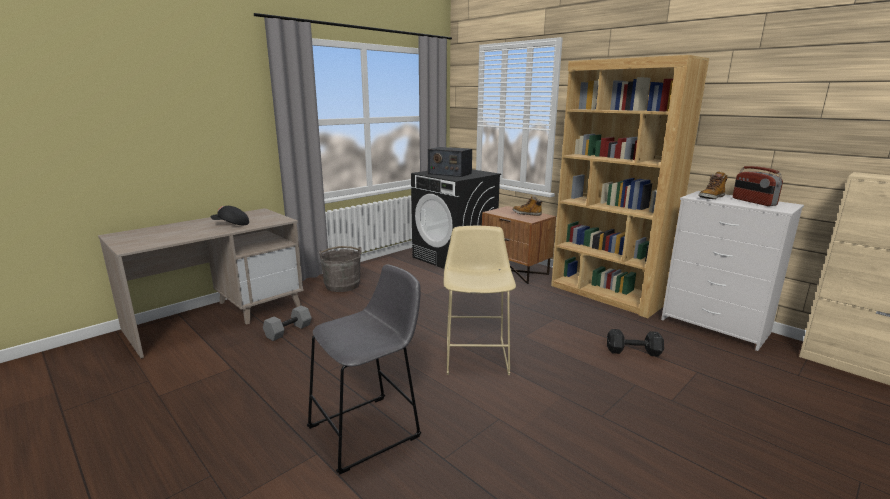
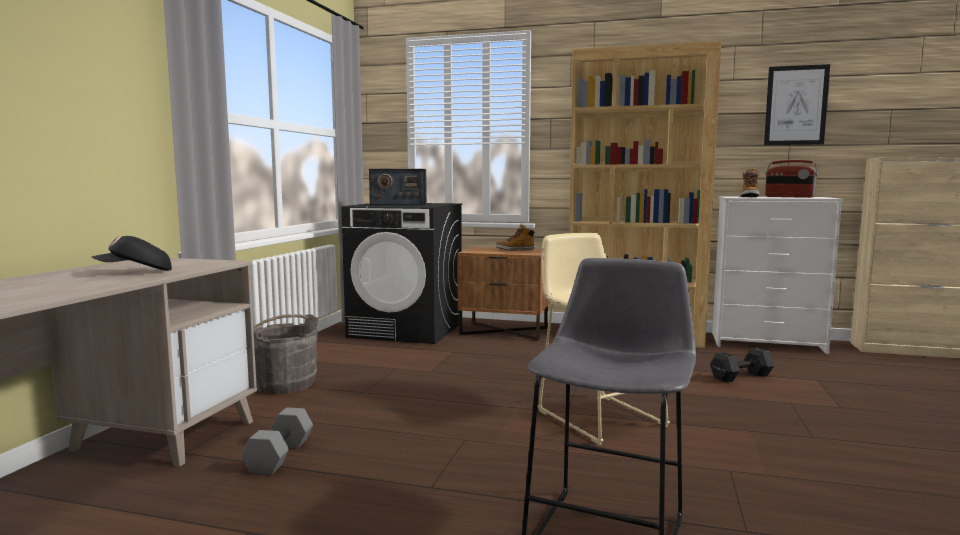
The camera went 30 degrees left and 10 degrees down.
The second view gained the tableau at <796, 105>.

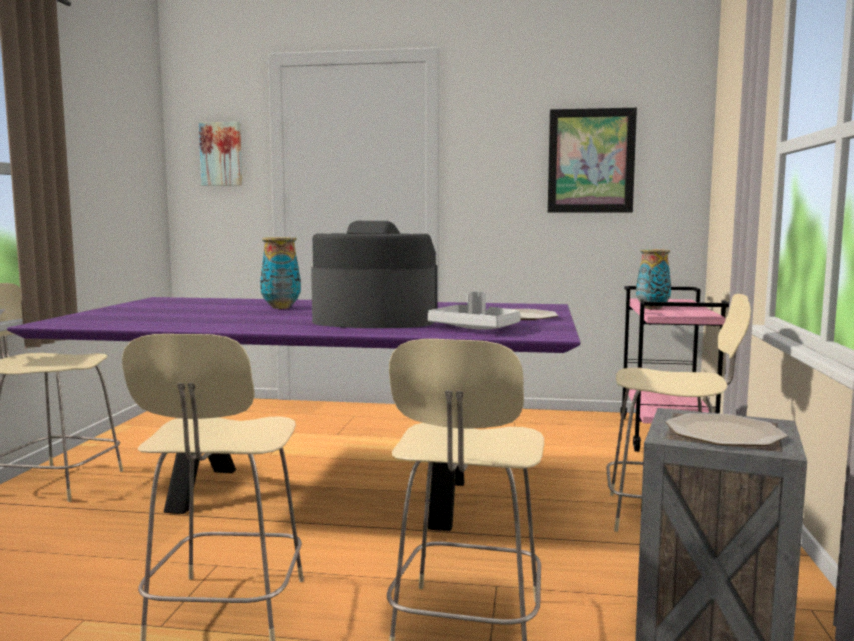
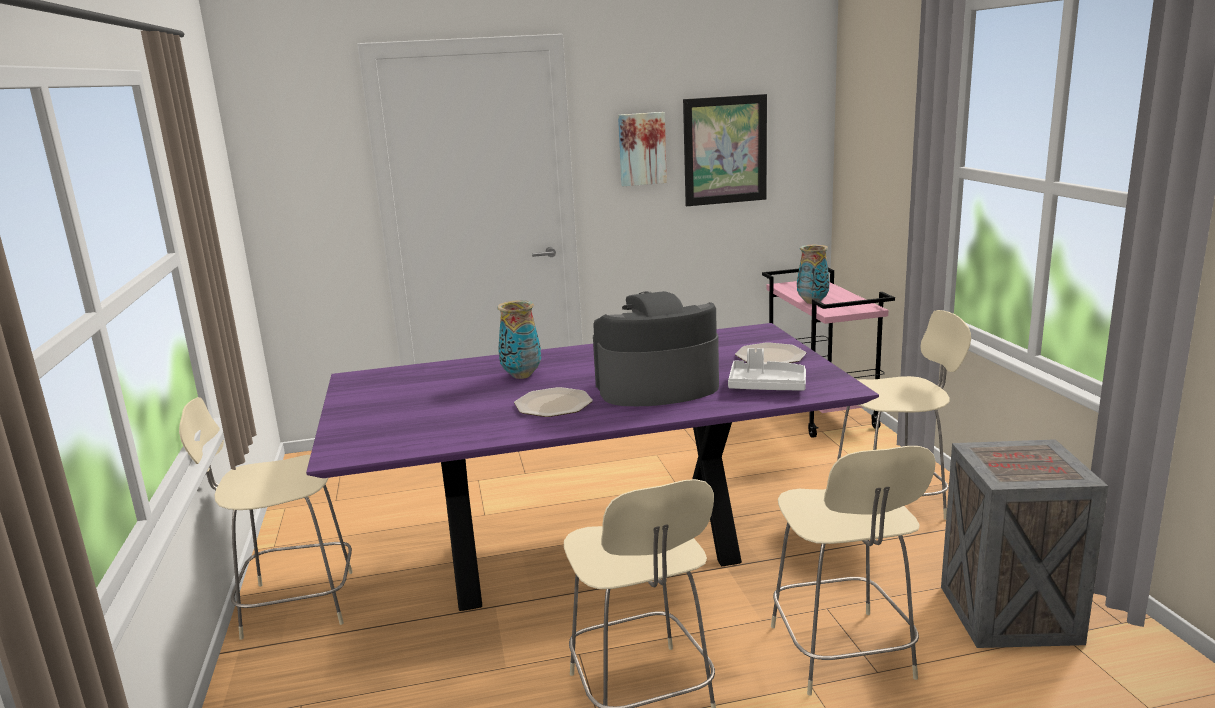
The camera went 20 degrees left and 10 degrees up.
The assiette ended up elsewhere, having gone from <725, 433> to <554, 404>.
The tableau ended up elsewhere, having gone from <221, 154> to <641, 149>.

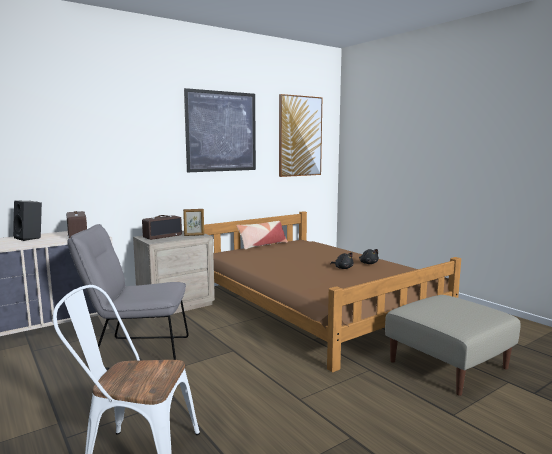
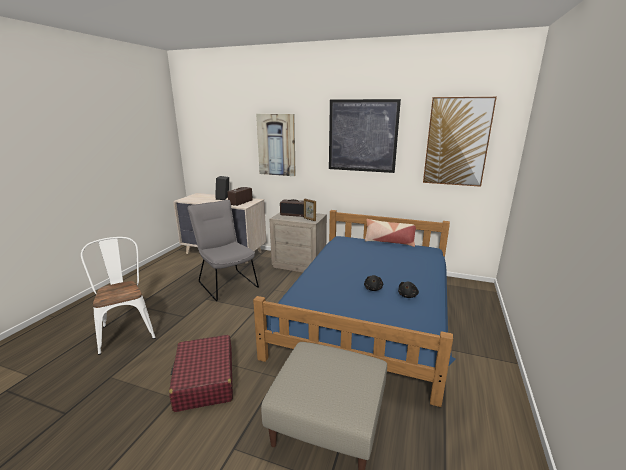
The camera went 55 degrees right and 10 degrees up.
The second view gained the valise (rouge) at <204, 380>.
What was the lit (marron) at <314, 305> turned into the lit (bleu) at <368, 310>.
The second view gained the tableau at <276, 145>.

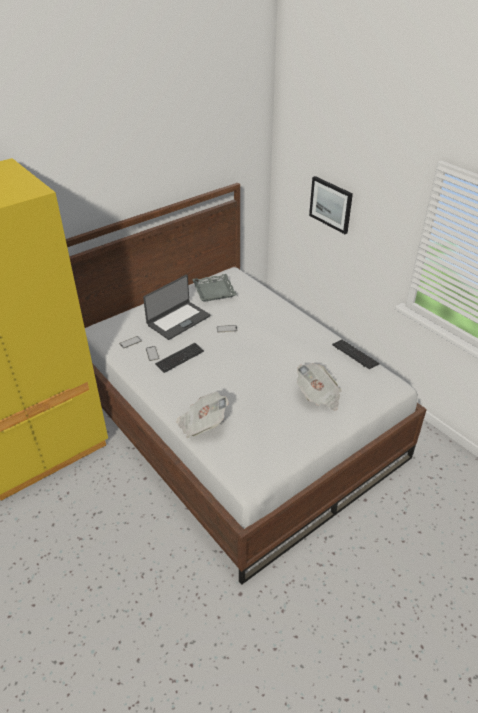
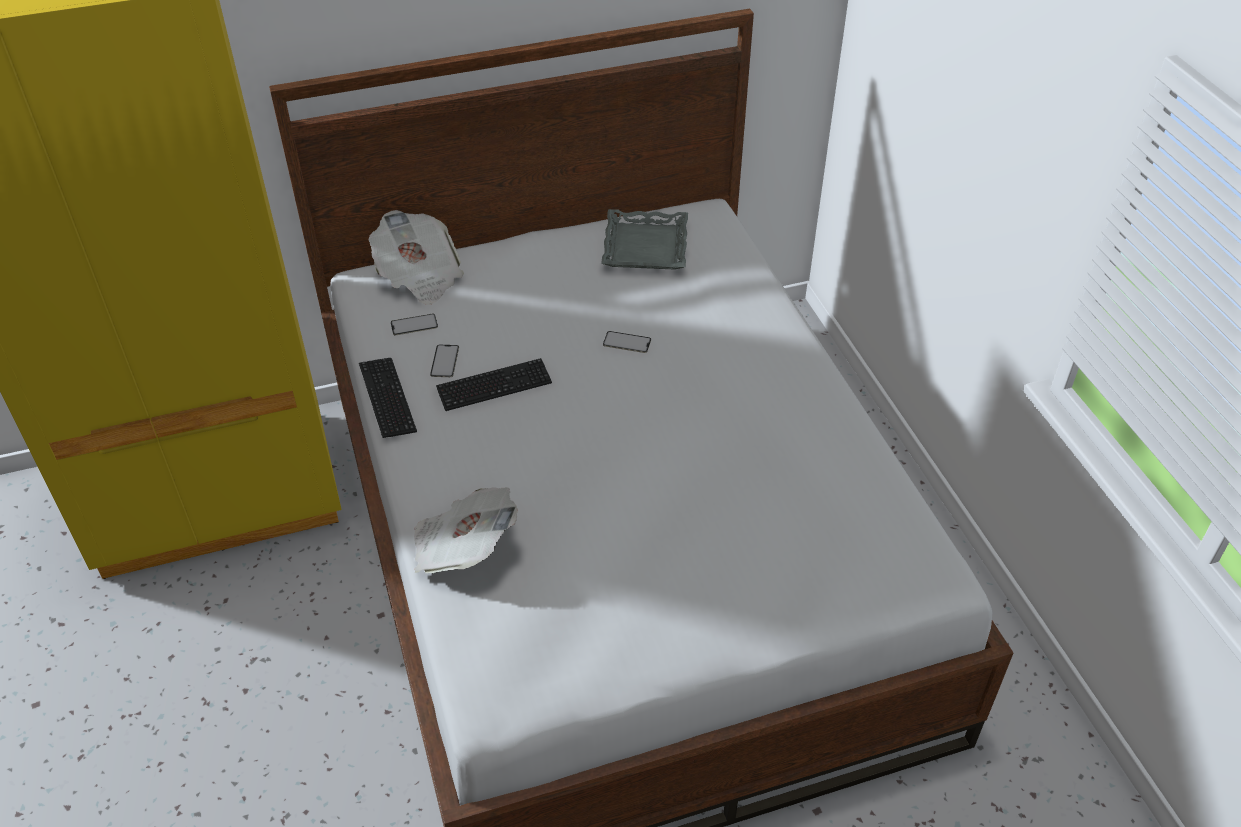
The camera went 20 degrees right and 5 degrees up.
The clavier ended up elsewhere, having gone from <355, 355> to <387, 399>.
The journal ended up elsewhere, having gone from <318, 396> to <419, 276>.
The second view lost the ordinateur portable at <178, 320>.
The second view lost the tableau at <331, 204>.

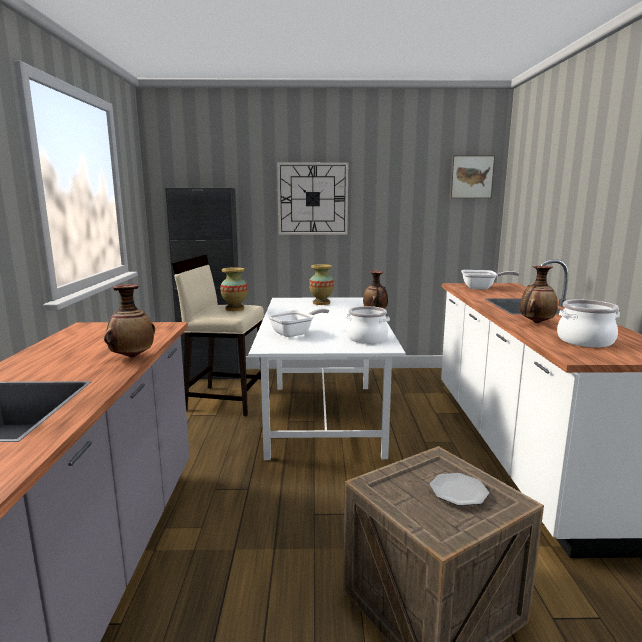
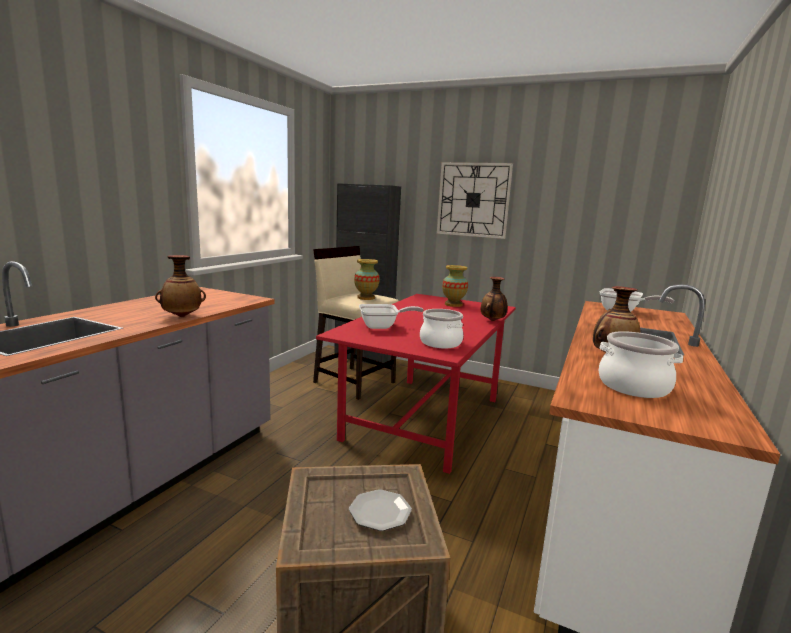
The camera went 25 degrees right and 0 degrees up.
What was the table à manger (blanc) at <325, 418> turned into the table à manger (rouge) at <425, 419>.
The second view lost the tableau at <471, 177>.

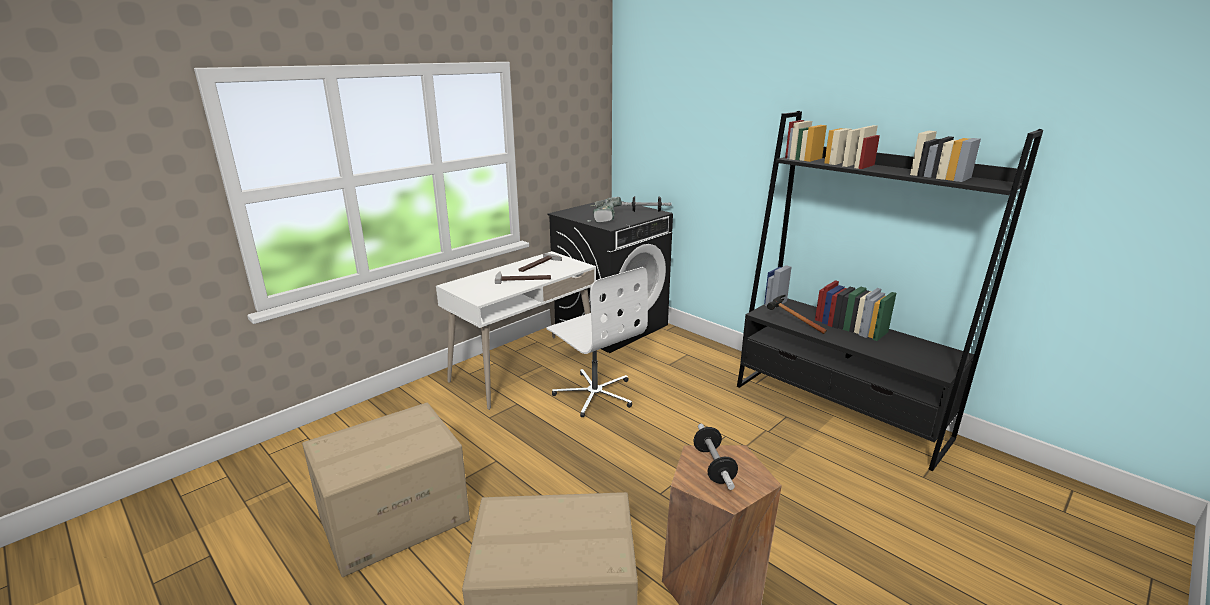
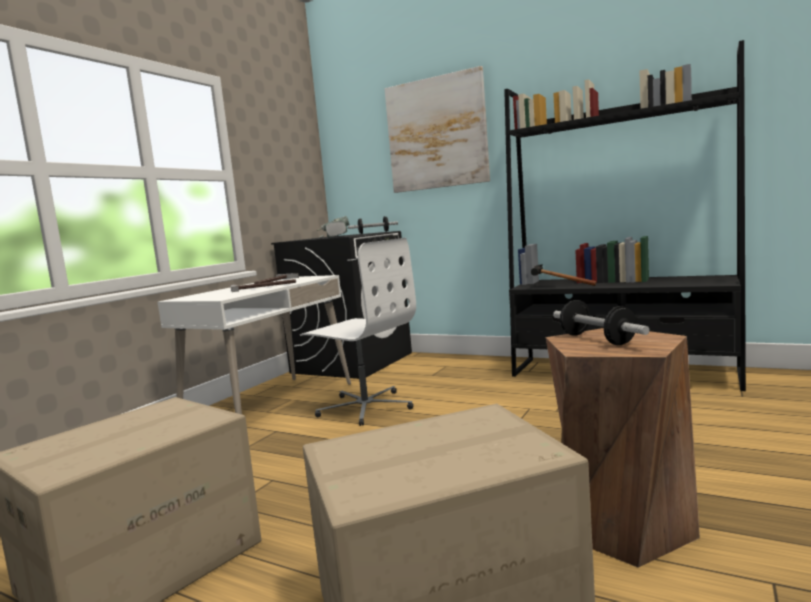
The camera went 15 degrees left and 15 degrees down.
The second view gained the tableau at <436, 133>.

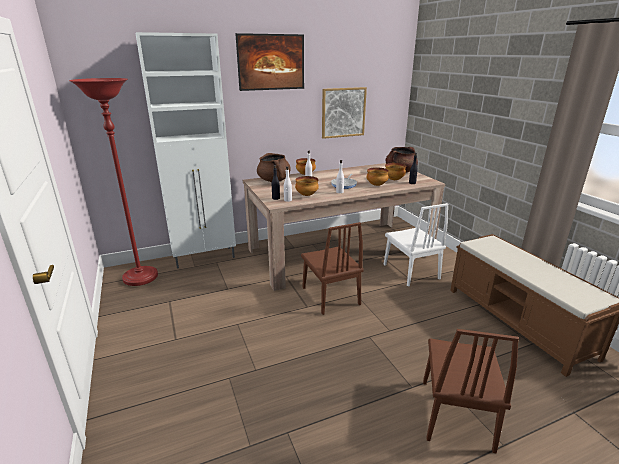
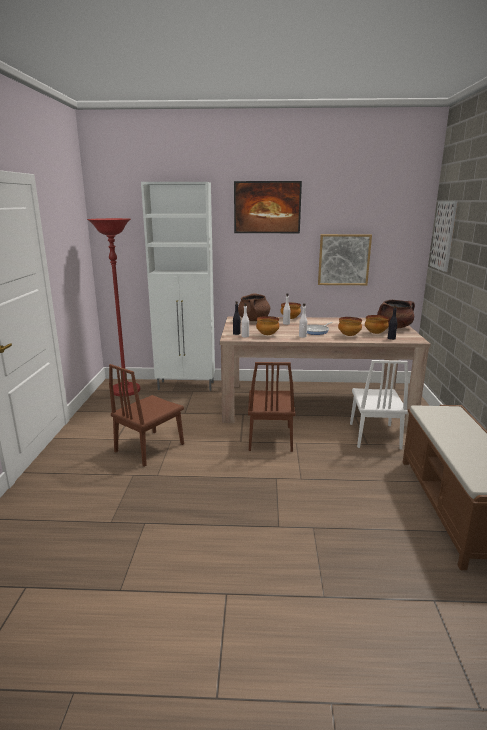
The camera went 25 degrees right and 5 degrees down.
The chaise (marron) ended up elsewhere, having gone from <456, 413> to <149, 447>.
The second view gained the tableau at <444, 235>.

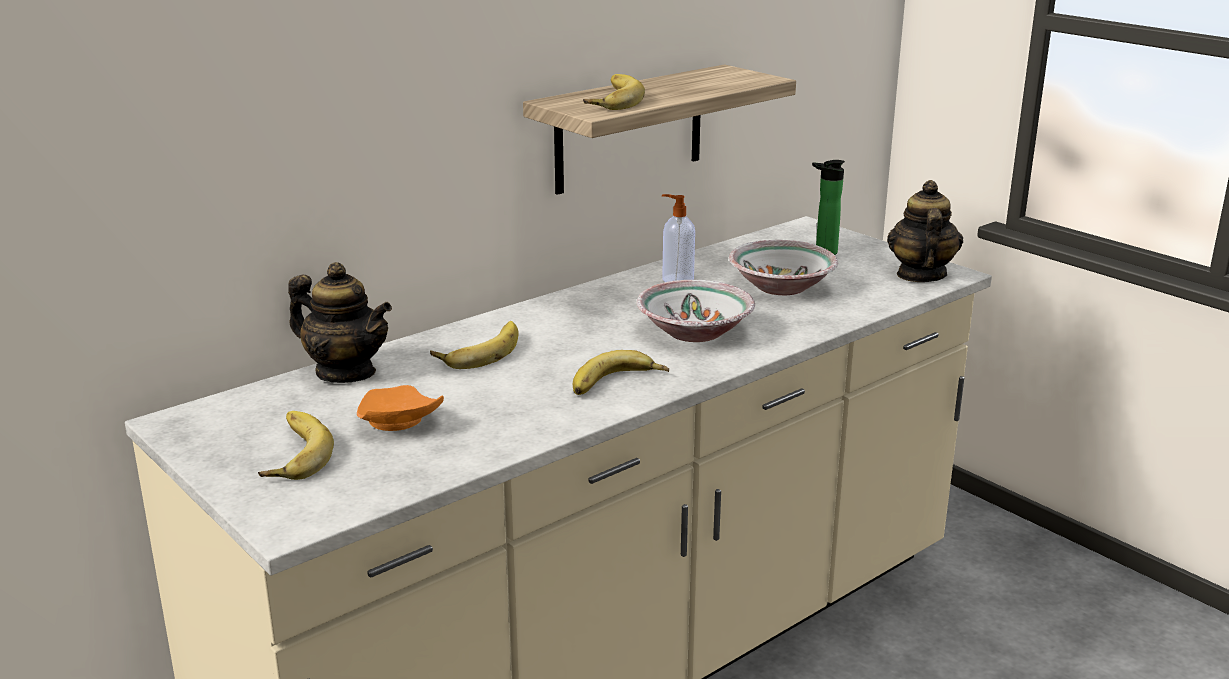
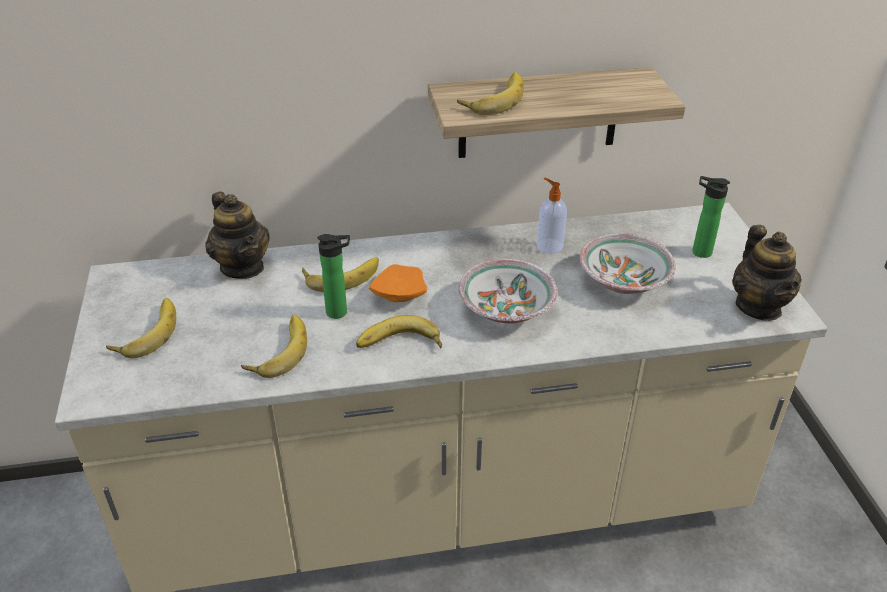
The camera went 30 degrees right and 15 degrees up.
The second view gained the banane at <277, 350>.
The second view gained the bouteille at <340, 312>.
The assiette (orange) ended up elsewhere, having gone from <397, 423> to <398, 295>.
The théière at <920, 275> ended up facing another way, 135 degrees clockwise from before.

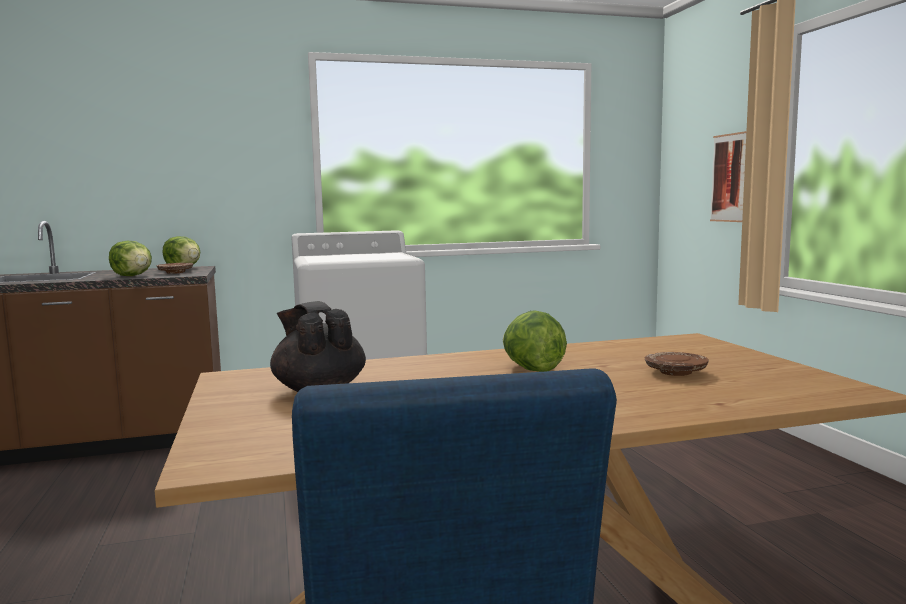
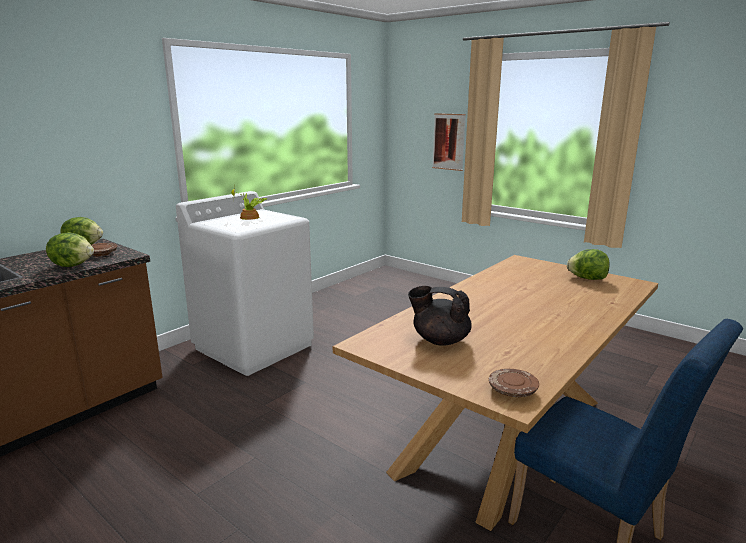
The camera went 35 degrees left and 10 degrees up.
The second view gained the plante en pot at <250, 217>.
The assiette (marron) ended up elsewhere, having gone from <675, 372> to <512, 391>.
The laitue ended up elsewhere, having gone from <532, 369> to <587, 278>.

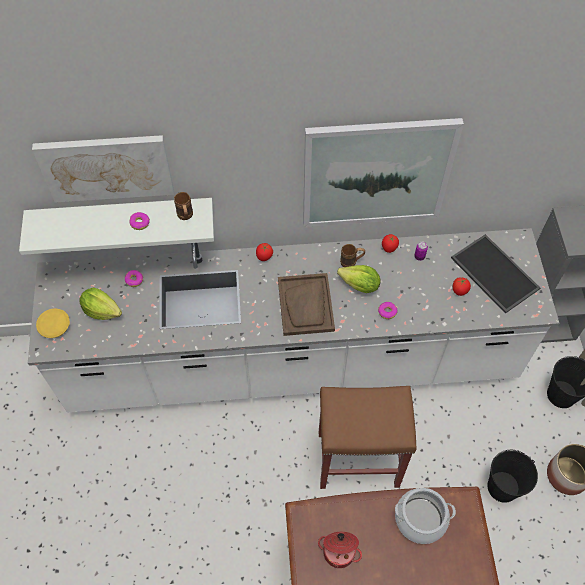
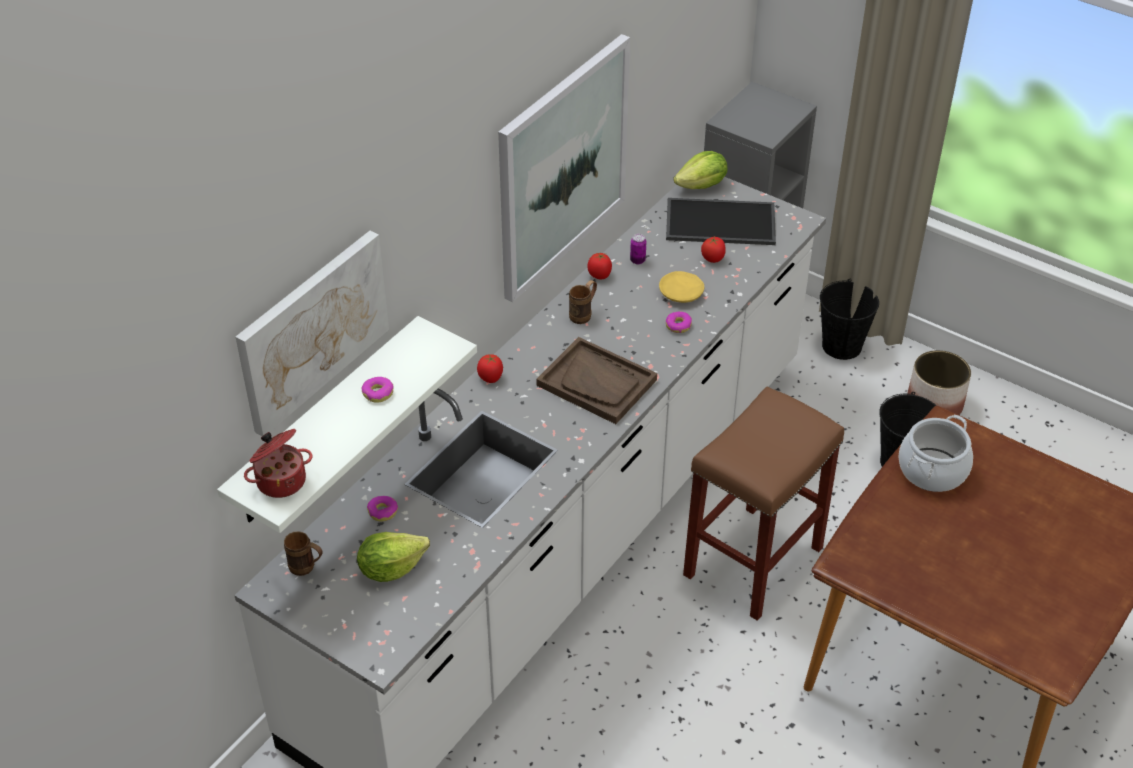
The camera went 50 degrees left and 15 degrees down.
The marmite ended up elsewhere, having gone from <339, 551> to <280, 480>.
The mug (marron) ended up elsewhere, having gone from <185, 217> to <307, 568>.
The assiette (jaune) ended up elsewhere, having gone from <54, 326> to <681, 293>.
The laitue ended up elsewhere, having gone from <360, 286> to <702, 186>.

